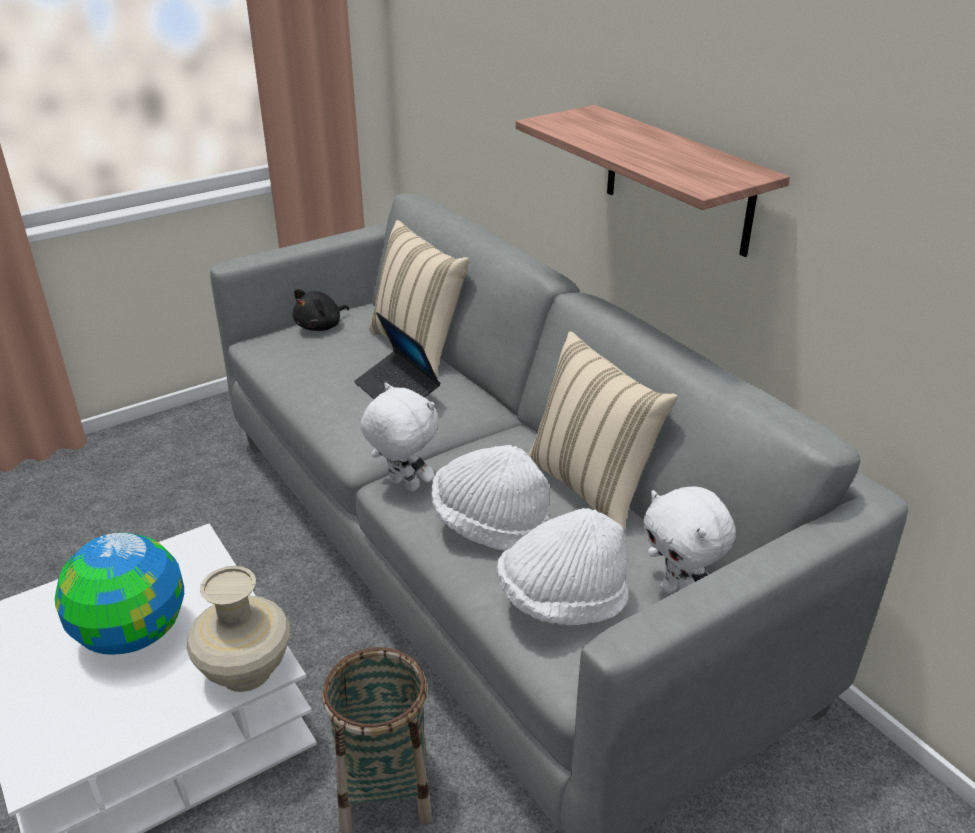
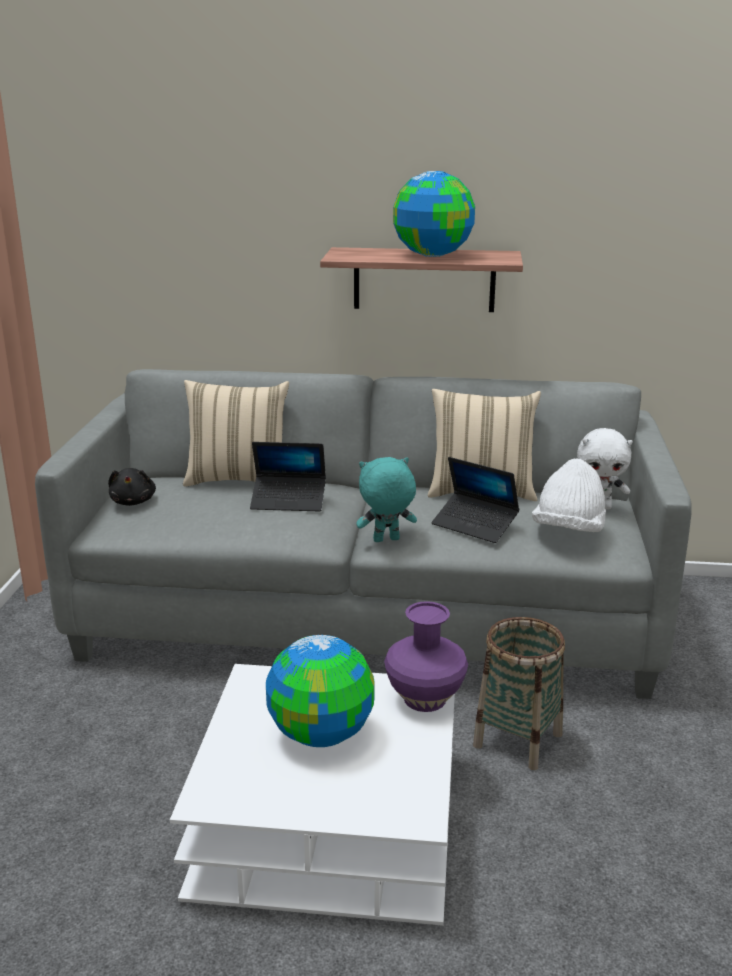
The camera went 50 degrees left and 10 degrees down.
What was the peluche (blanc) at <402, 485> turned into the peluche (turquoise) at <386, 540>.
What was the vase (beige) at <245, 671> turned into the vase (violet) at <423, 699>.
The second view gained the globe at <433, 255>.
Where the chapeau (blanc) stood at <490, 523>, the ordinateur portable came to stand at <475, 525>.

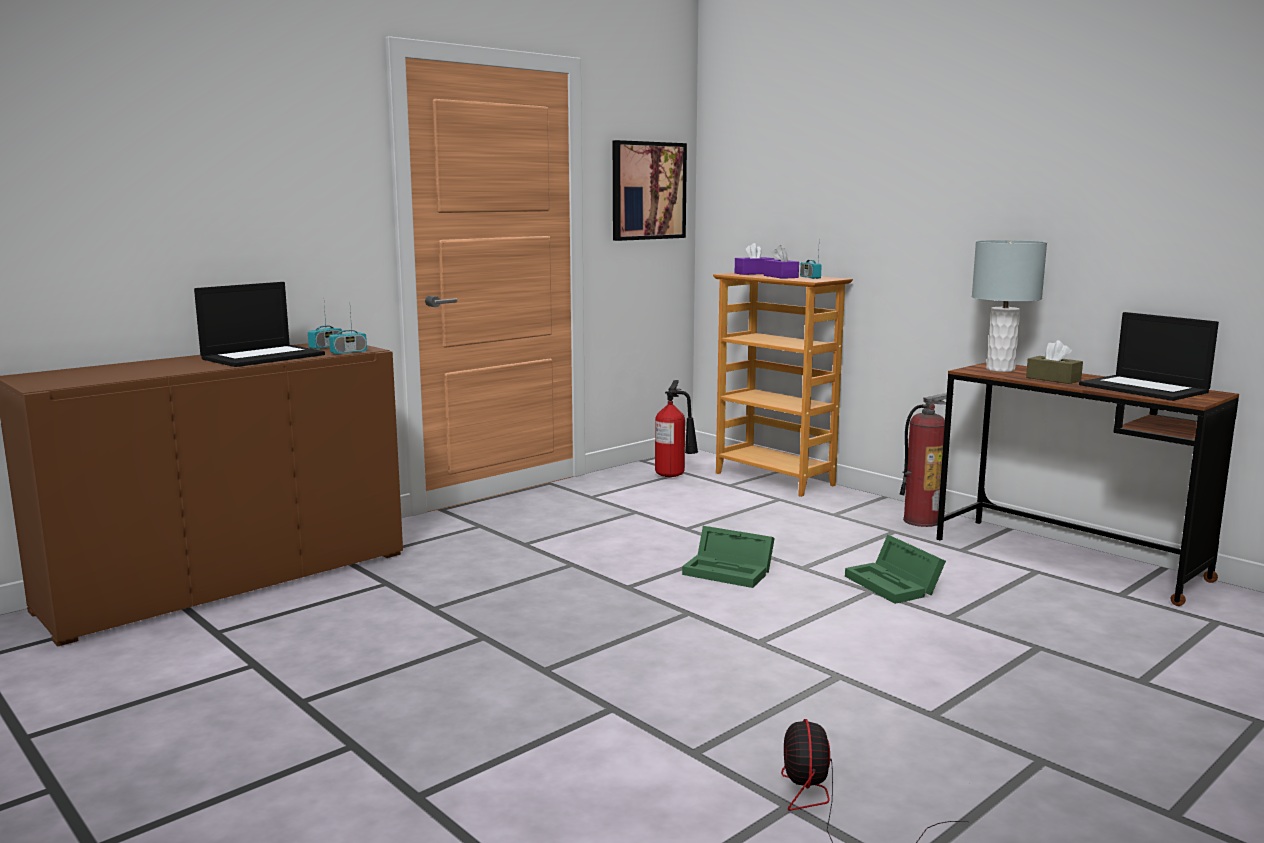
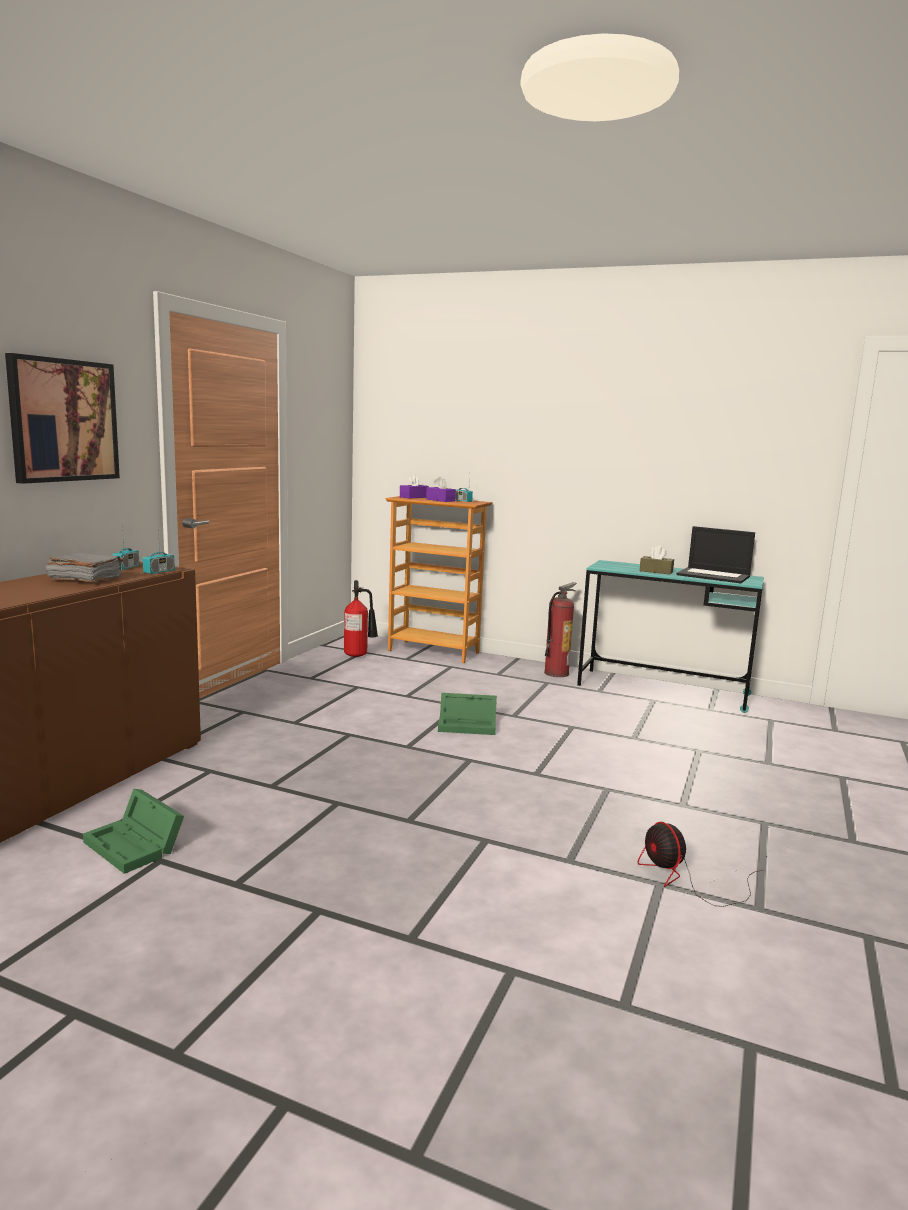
The camera went 25 degrees left and 0 degrees up.
The tableau ended up elsewhere, having gone from <648, 191> to <63, 420>.
Where the ordinateur portable stood at <263, 356>, the livre (gris) came to stand at <85, 579>.
The boîte de rangement (vert) ended up elsewhere, having gone from <895, 585> to <136, 846>.
What was the bureau (marron) at <1067, 559> turned into the bureau (turquoise) at <662, 690>.
The second view lost the lampe de table (gris) at <1000, 369>.

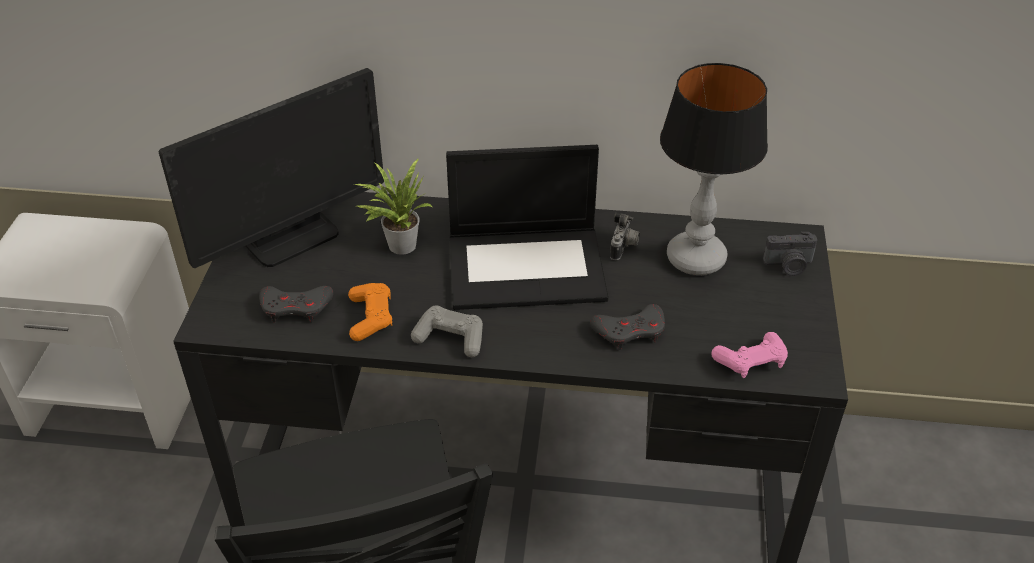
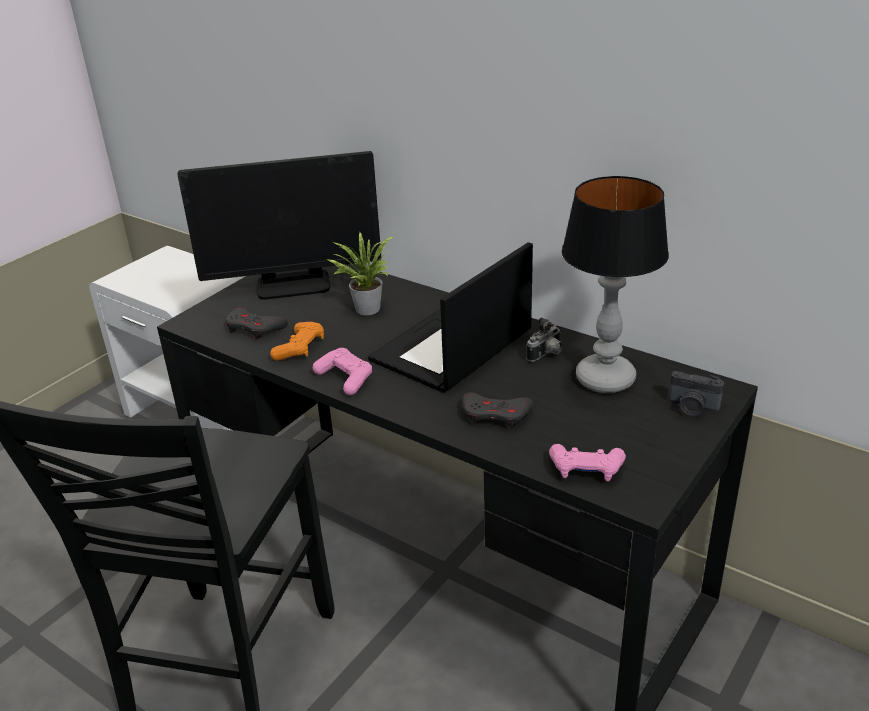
The camera went 30 degrees right and 10 degrees down.
What was the manette (gris) at <450, 338> turned into the manette (rose) at <345, 378>.
The ordinateur portable at <528, 266> ended up facing another way, 105 degrees clockwise from before.

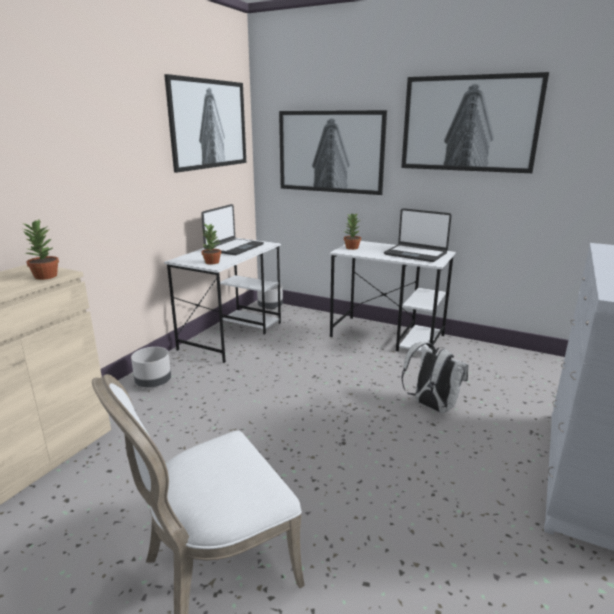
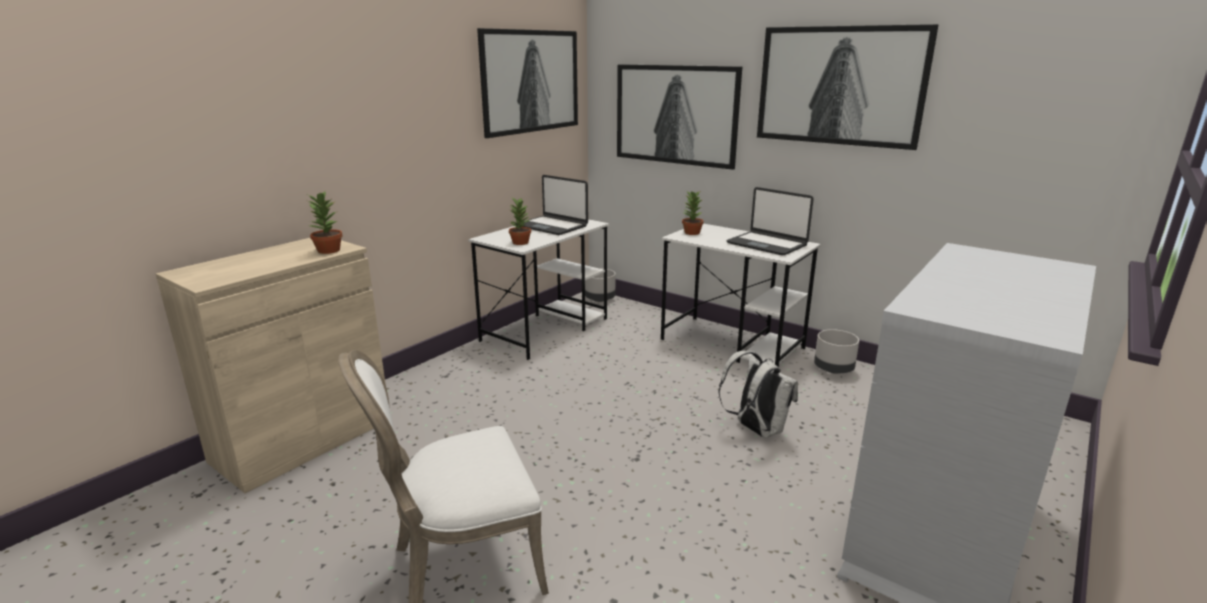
The camera went 10 degrees right and 0 degrees up.
The ordinateur portable at <234, 248> ended up facing another way, 90 degrees clockwise from before.
The cache-pot (gris) ended up elsewhere, having gone from <153, 383> to <833, 369>.

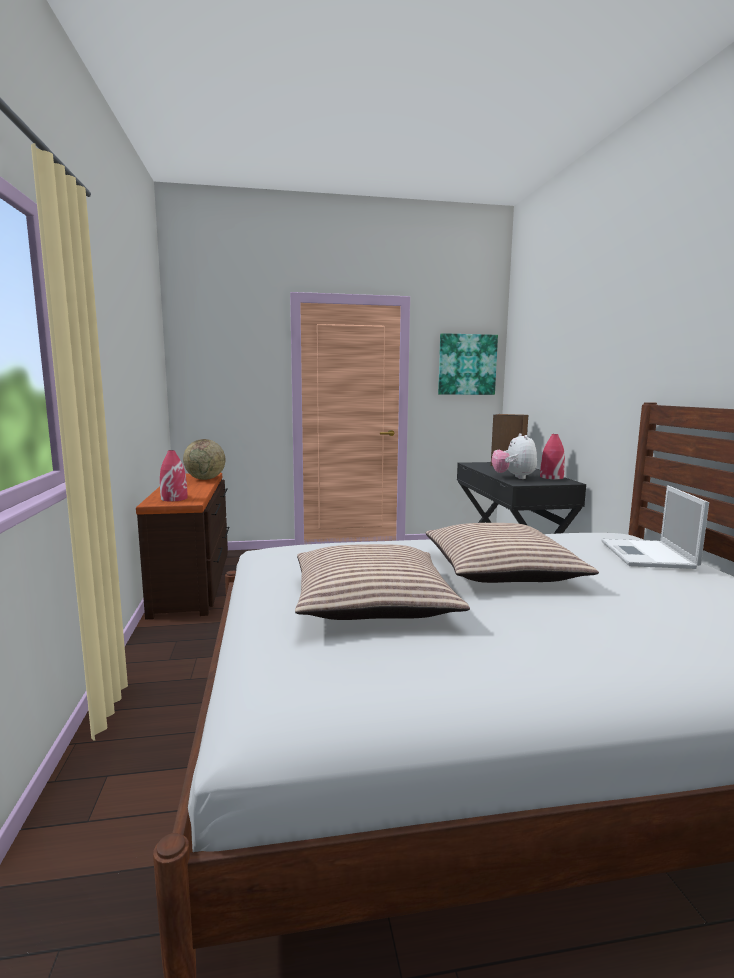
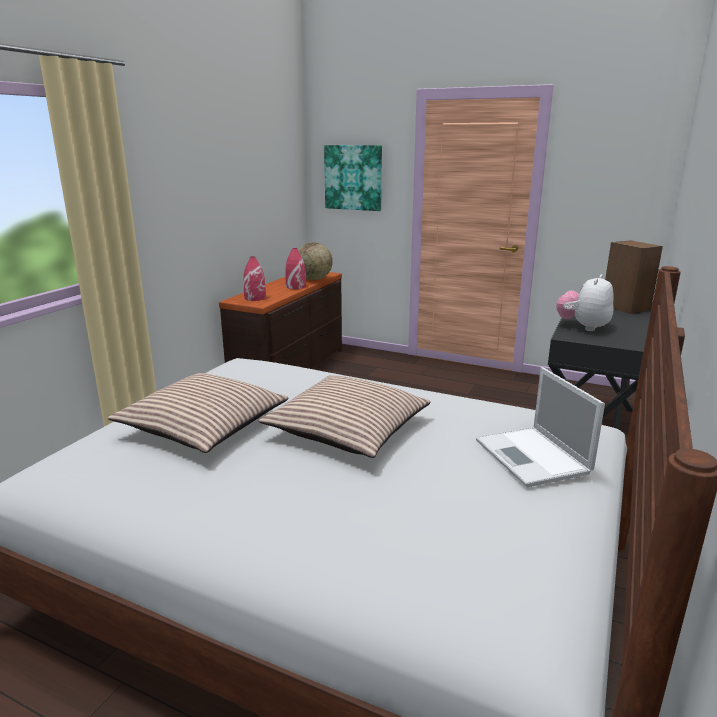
The camera went 35 degrees right and 10 degrees up.
The vase (rouge) ended up elsewhere, having gone from <551, 477> to <295, 286>.
The tableau ended up elsewhere, having gone from <467, 364> to <353, 177>.
The ordinateur portable at <648, 555> ended up facing another way, 60 degrees counterclockwise from before.

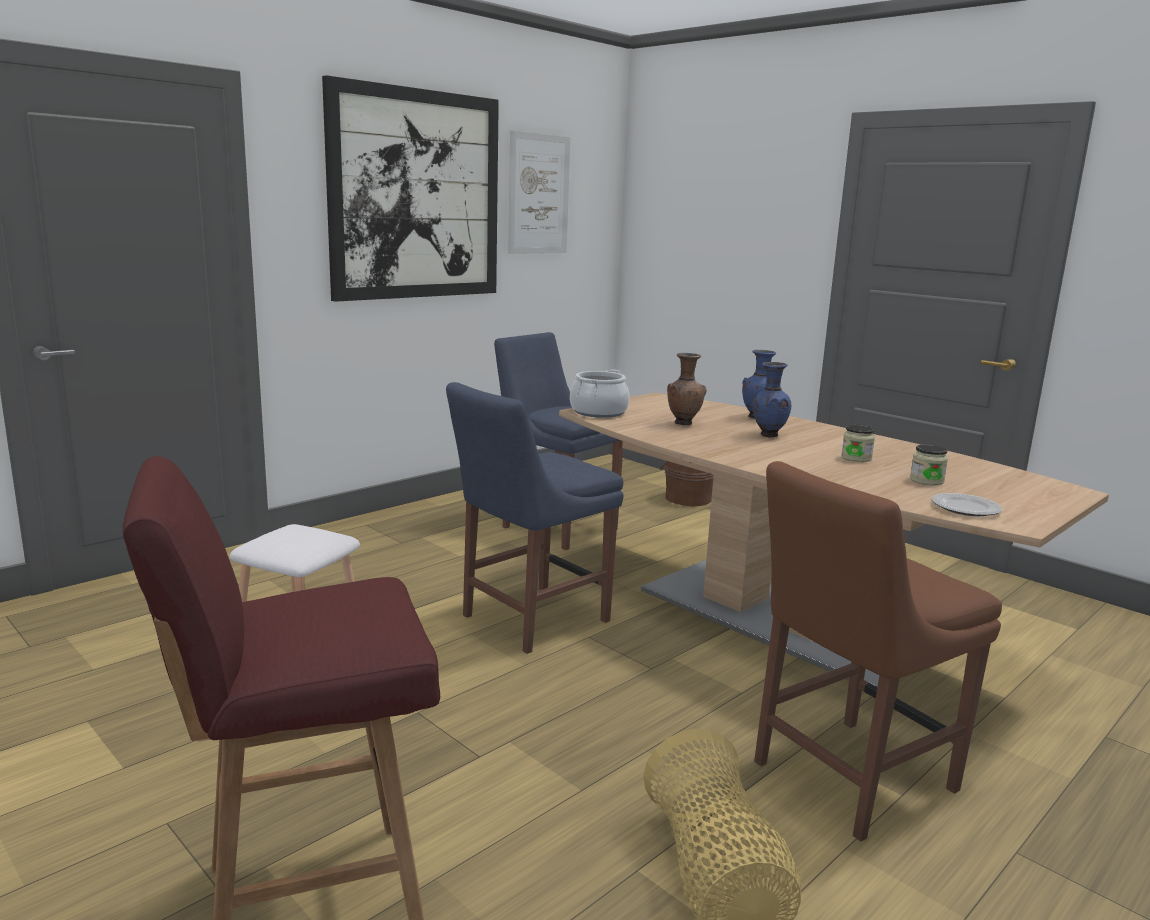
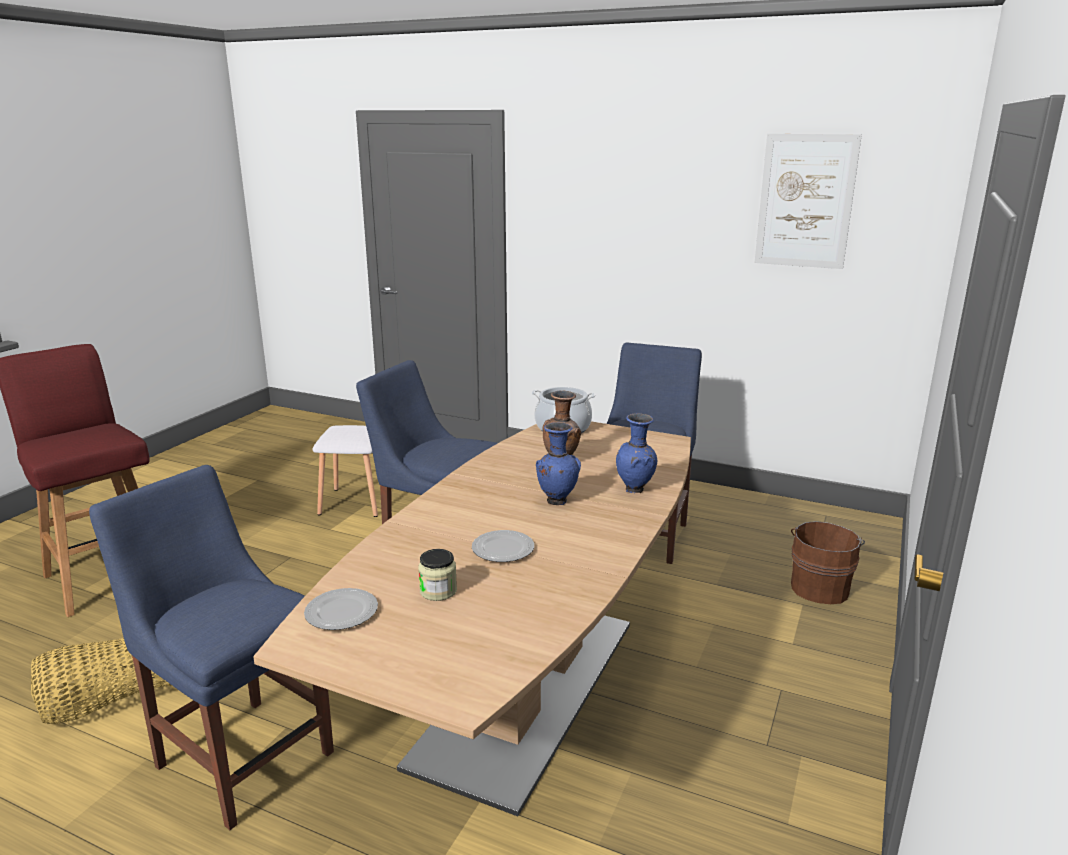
The camera went 70 degrees right and 5 degrees up.
What was the chaise (marron) at <846, 778> turned into the chaise (bleu) at <240, 754>.
Where the bocal stood at <856, 458>, the assiette came to stand at <503, 550>.
The second view lost the tableau at <416, 195>.

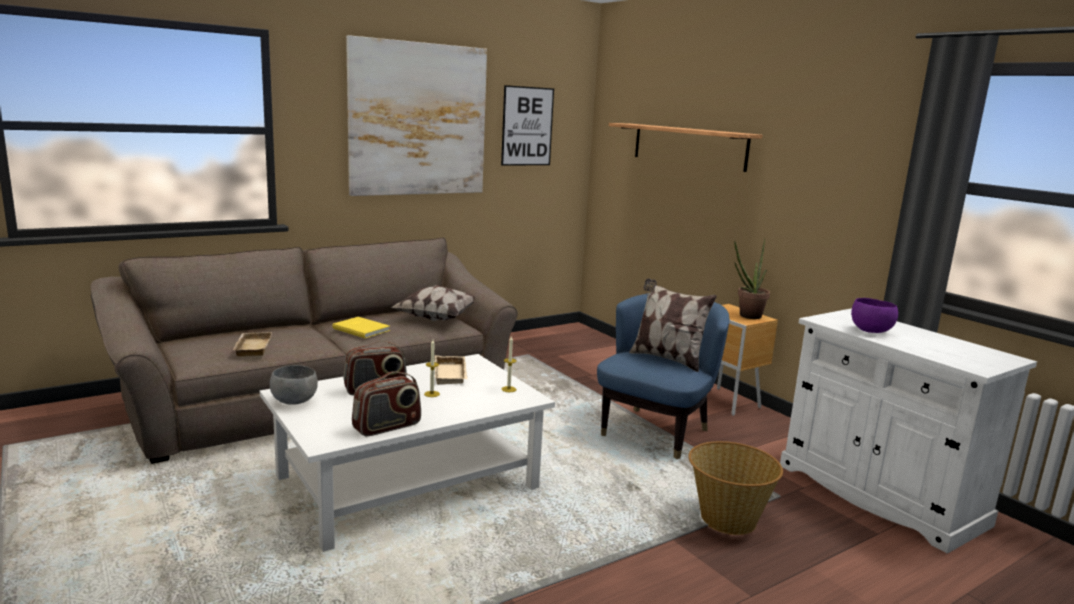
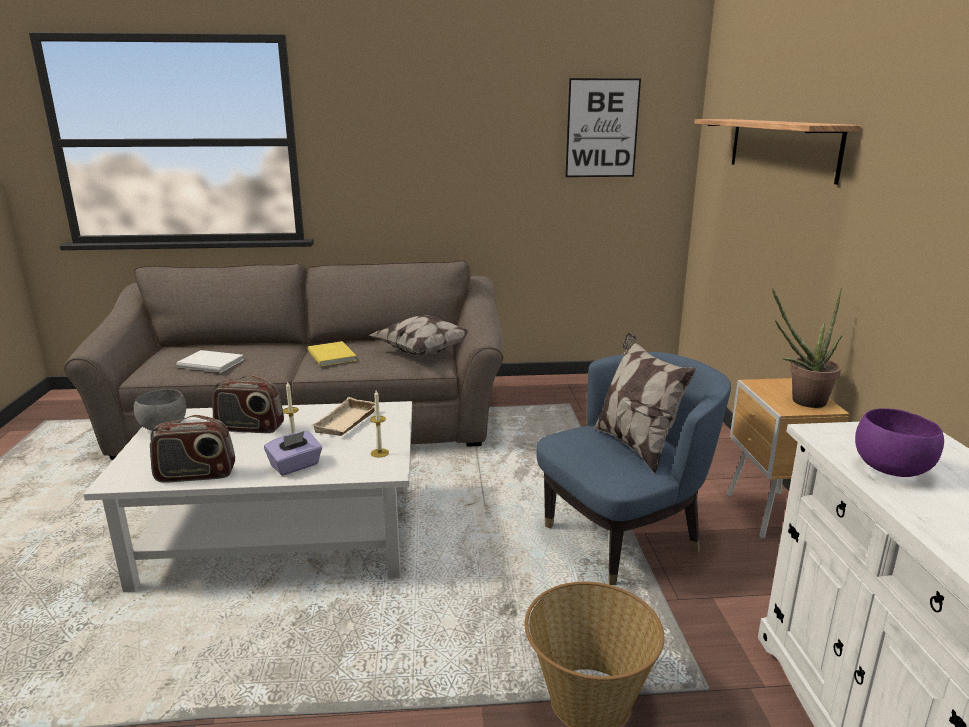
The camera went 30 degrees right and 5 degrees up.
Where the plateau (beige) stood at <251, 347>, the livre (blanc) came to stand at <211, 363>.
The second view gained the boîte à mouchoirs (violet) at <295, 466>.
The second view lost the tableau at <418, 120>.

